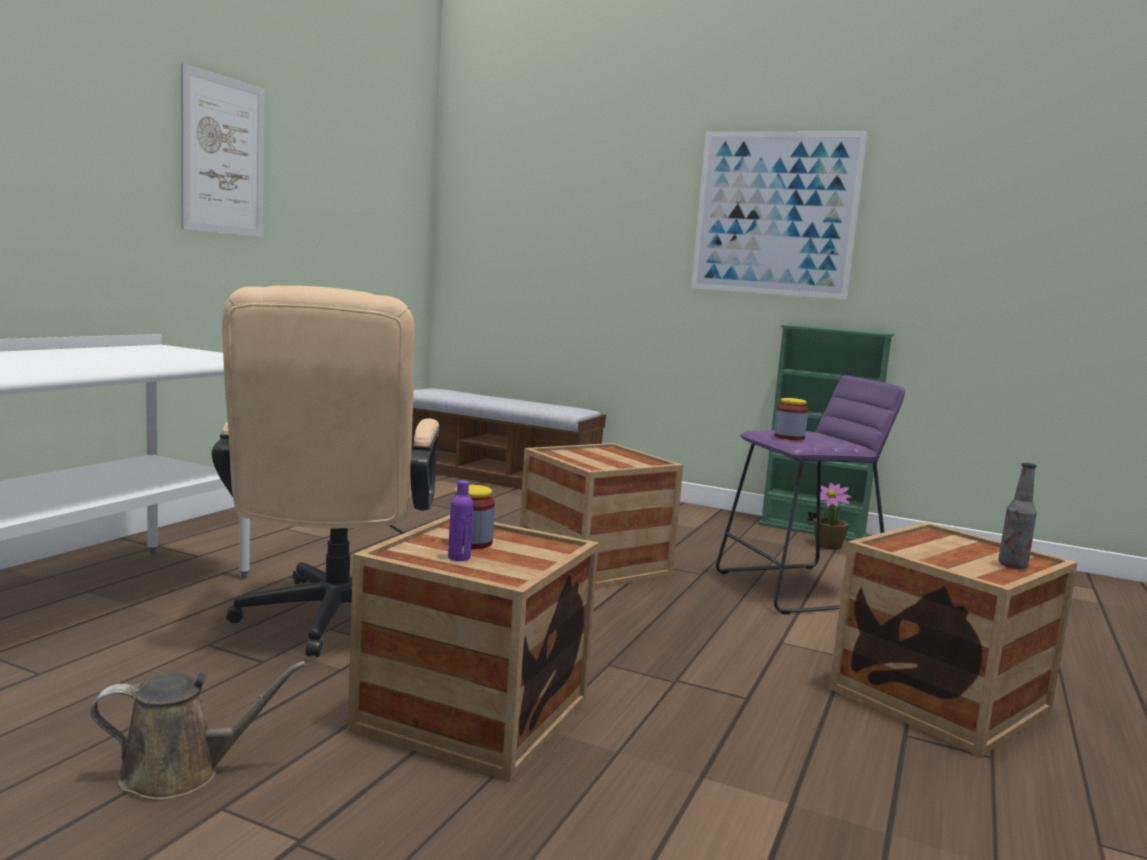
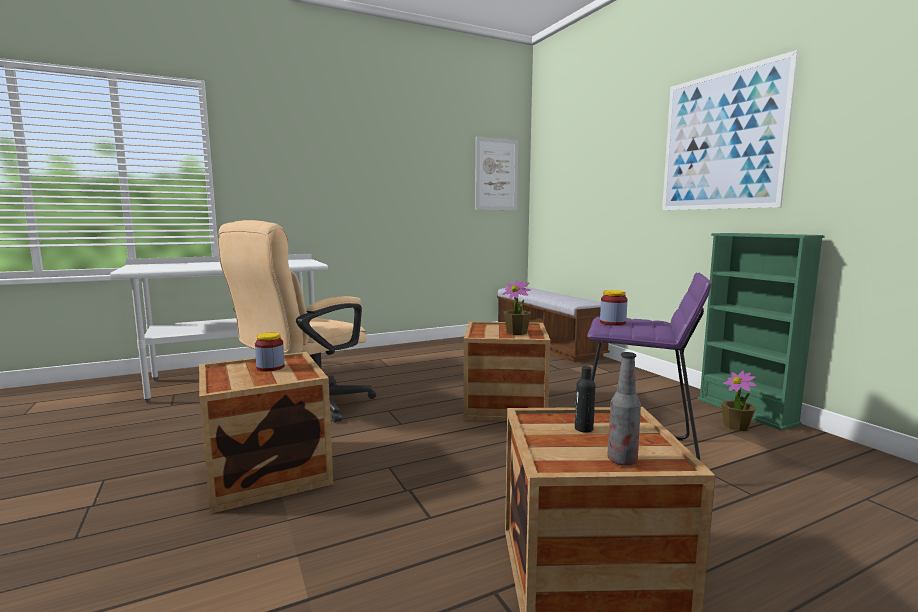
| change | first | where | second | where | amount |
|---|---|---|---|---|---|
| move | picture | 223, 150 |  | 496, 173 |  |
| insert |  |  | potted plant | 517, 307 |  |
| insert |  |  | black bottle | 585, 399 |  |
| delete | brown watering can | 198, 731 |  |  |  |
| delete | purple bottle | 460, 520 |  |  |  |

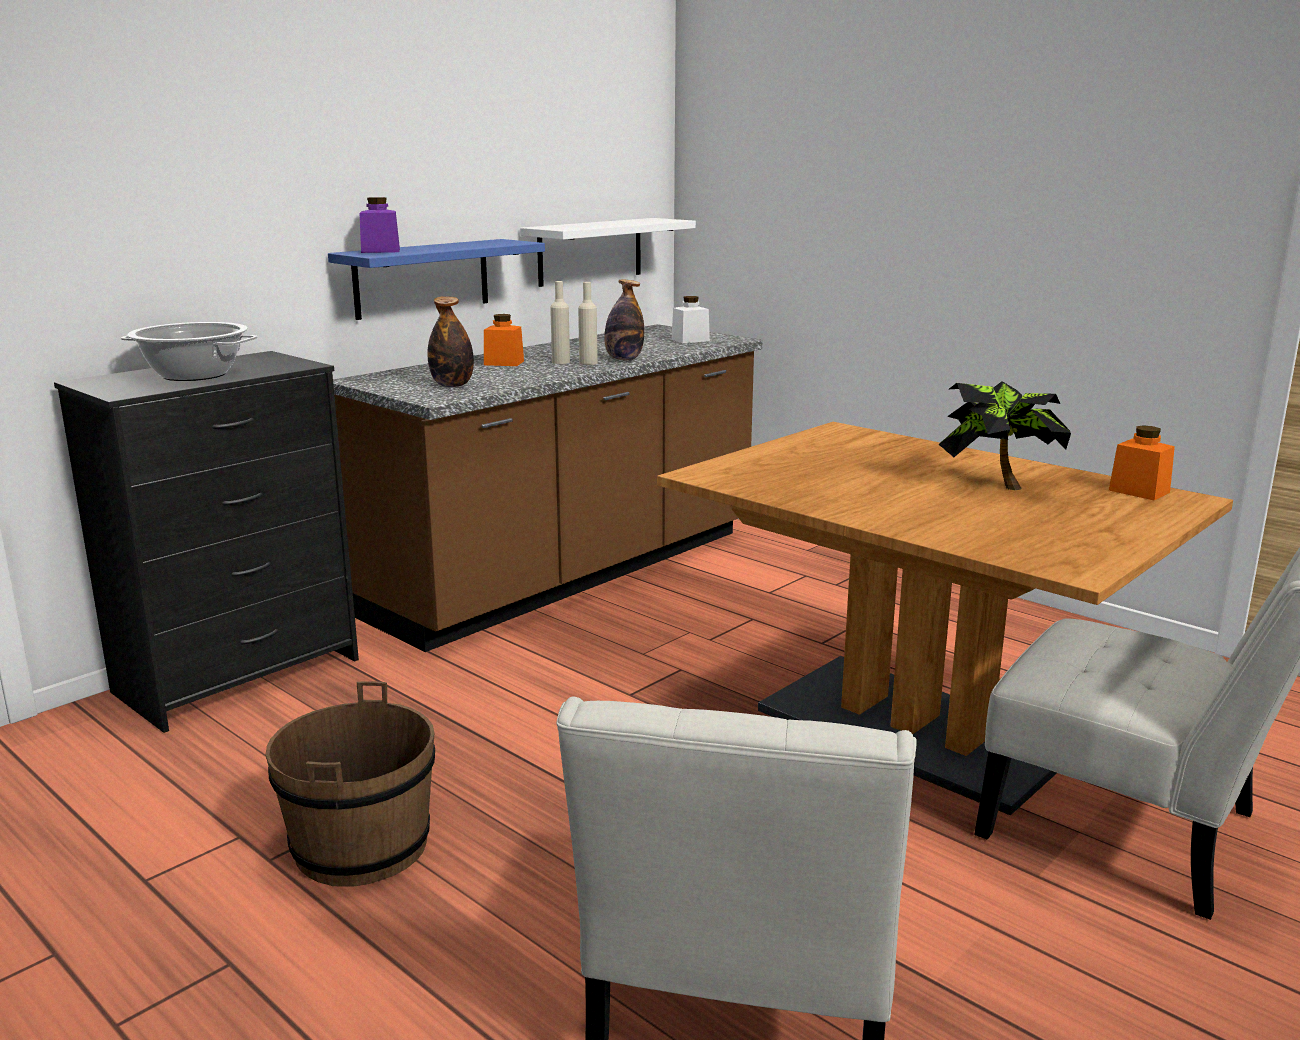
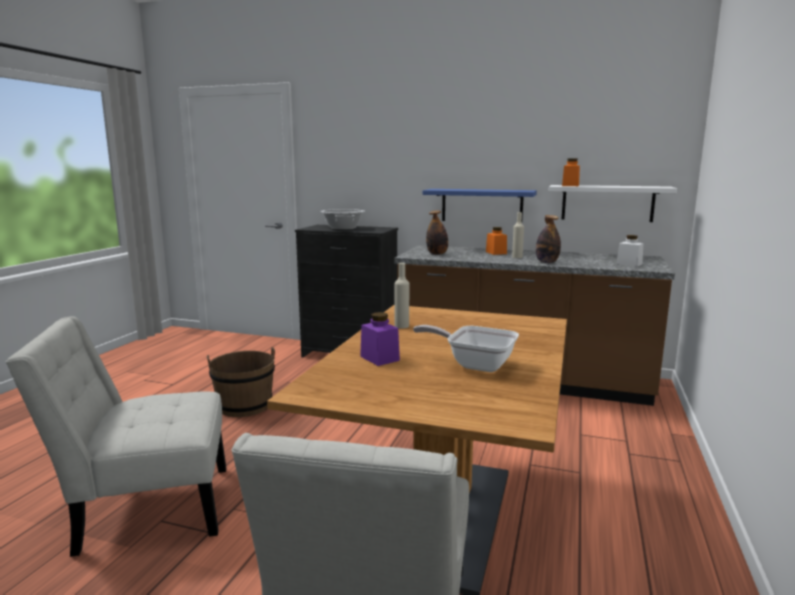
| change | first | where | second | where | amount |
|---|---|---|---|---|---|
| move | purple jar | 380, 225 |  | 380, 339 |  |
| move | beige bottle | 588, 323 |  | 401, 295 |  |
| replace | potted plant | 1005, 435 | frying pan | 466, 348 |  |
| move | orange jar | 1142, 463 |  | 571, 172 |  |

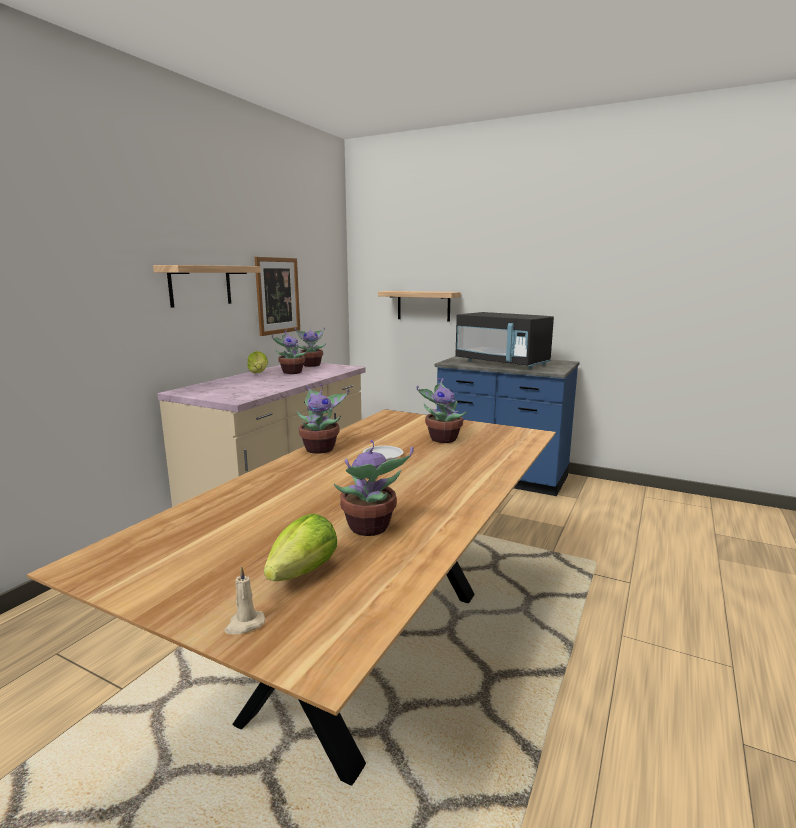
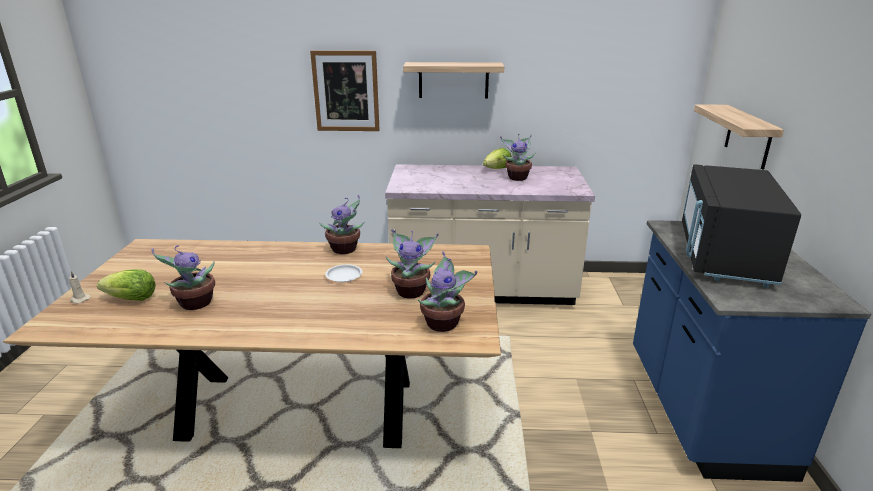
| change | first | where | second | where | amount |
|---|---|---|---|---|---|
| move | picture | 277, 296 |  | 345, 90 |  |
| move | potted plant | 310, 346 |  | 447, 291 |  |

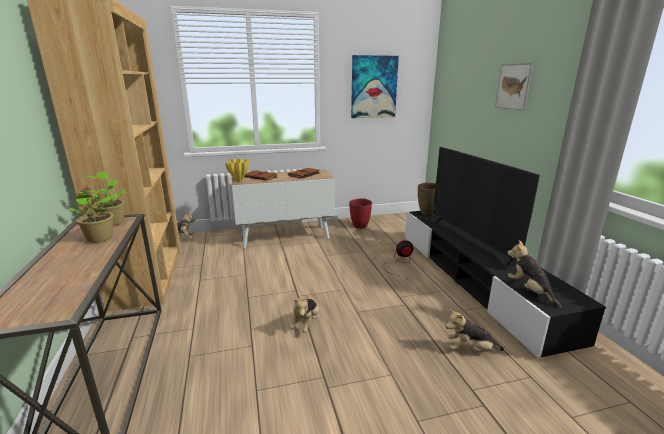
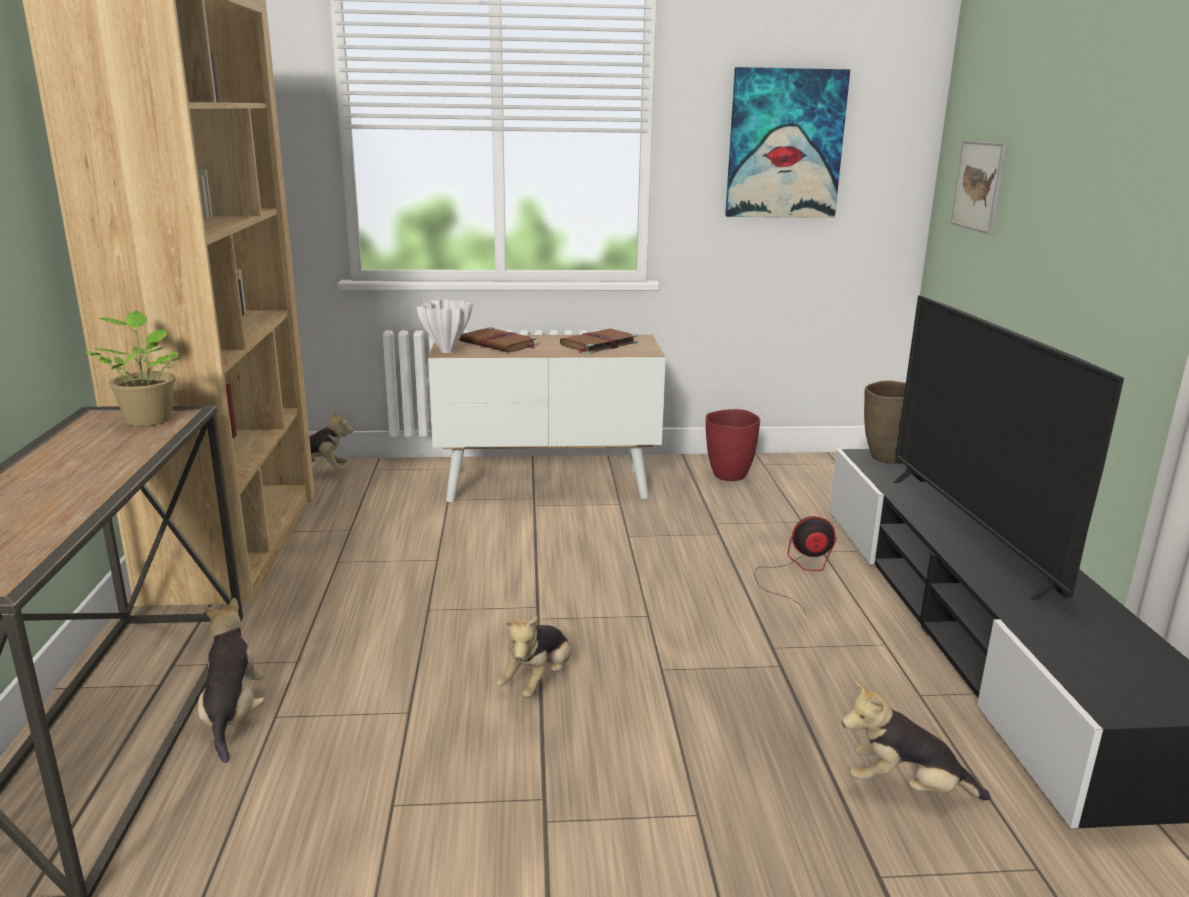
| change | first | where | second | where | amount |
|---|---|---|---|---|---|
| move | plush toy | 534, 274 |  | 231, 680 |  |
| recolor | yellow vase | 237, 171 | white vase | 445, 326 |  |
| move | picture | 514, 87 |  | 979, 187 |  |
| delete | potted plant | 93, 215 |  |  |  |

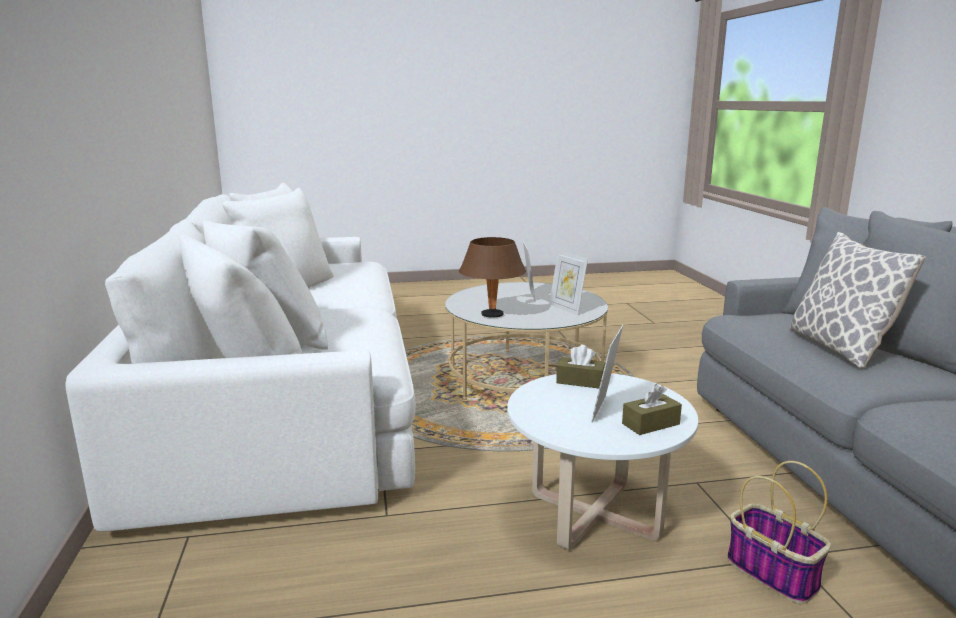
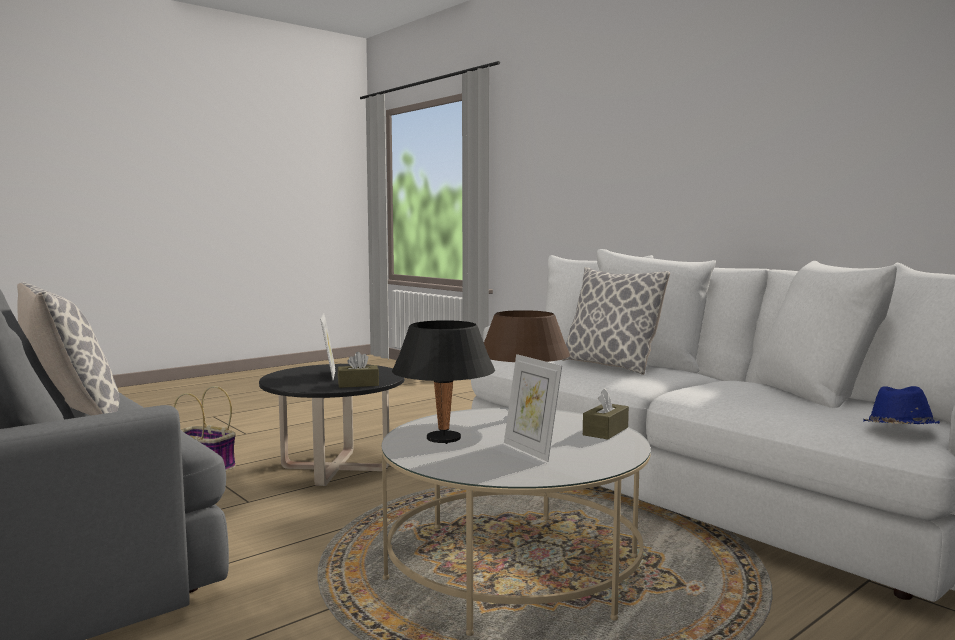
| change | first | where | second | where | amount |
|---|---|---|---|---|---|
| recolor | white coffee table | 602, 461 | black coffee table | 332, 425 |  |
| replace | picture frame | 568, 283 | black table lamp | 443, 382 |  |
| insert |  |  | pillow | 616, 321 |  |
| move | brown tissue box | 652, 409 |  | 606, 414 |  |
| insert |  |  | blue hat | 902, 405 |  |

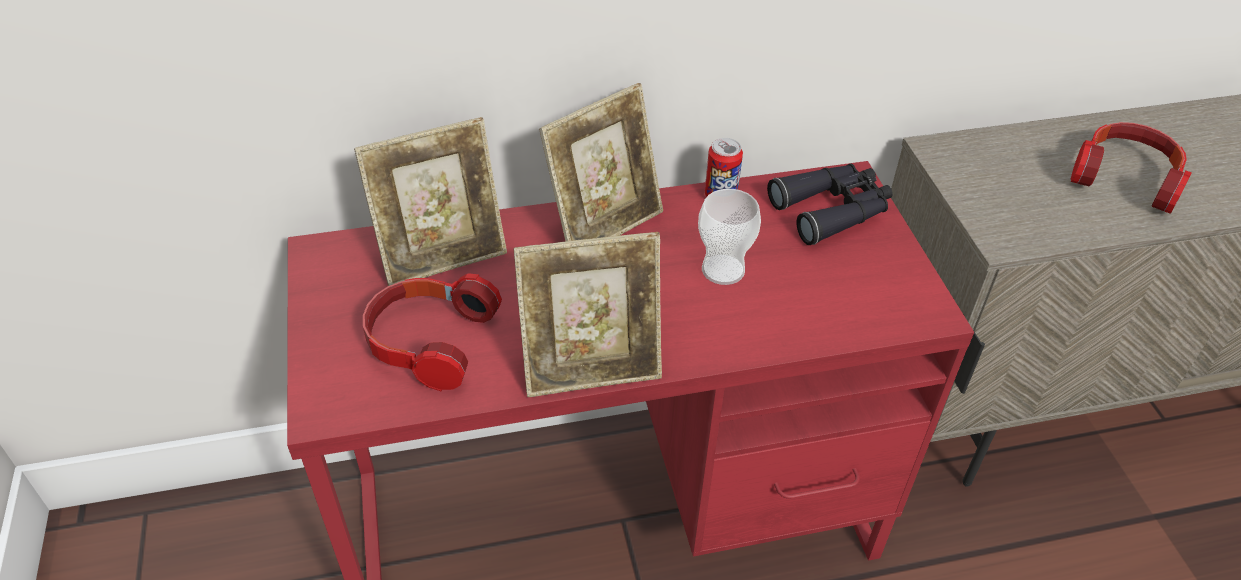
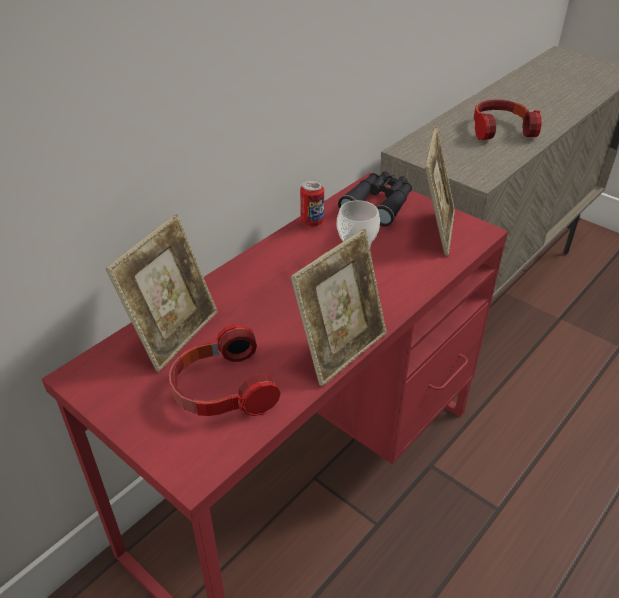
| change | first | where | second | where | amount |
|---|---|---|---|---|---|
| move | picture frame | 601, 162 |  | 440, 191 |  |

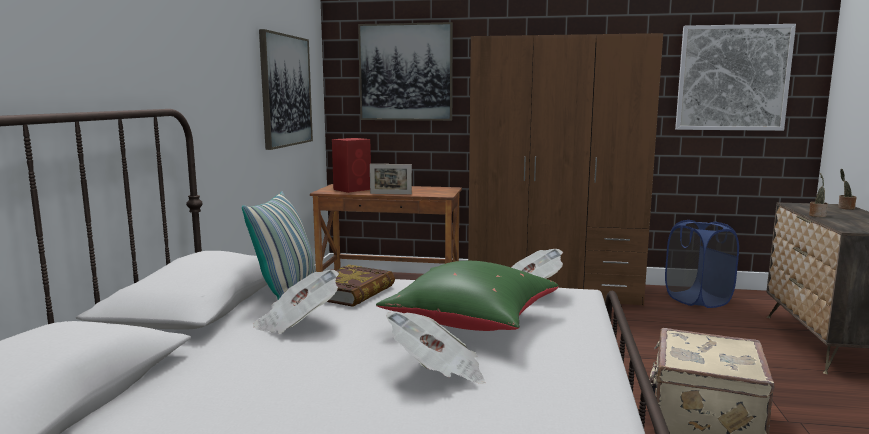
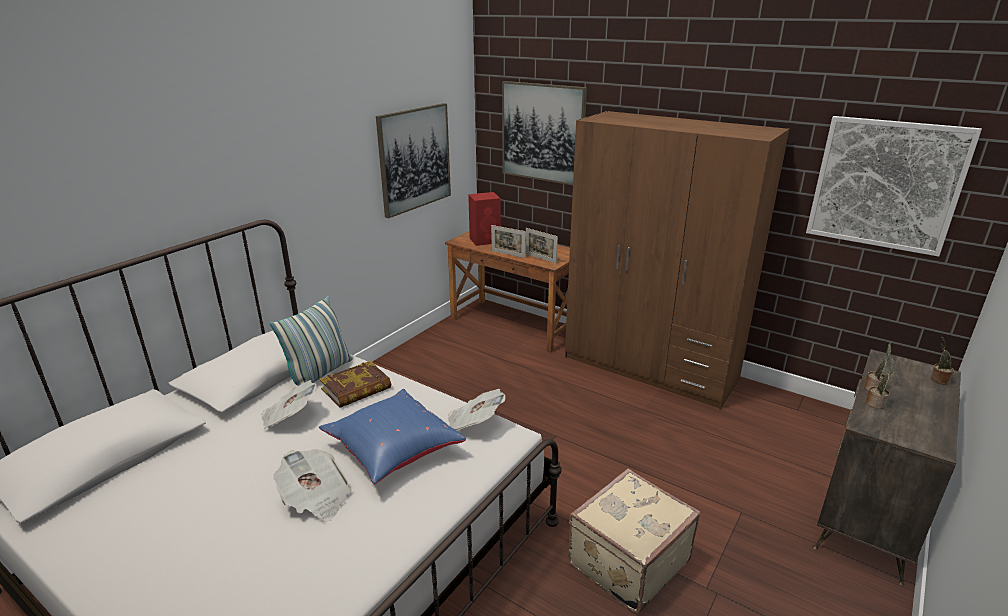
| change | first | where | second | where | amount |
|---|---|---|---|---|---|
| recolor | green pillow | 467, 296 | blue pillow | 392, 436 |  |
| insert |  |  | picture frame | 541, 246 |  |
| insert |  |  | potted plant | 880, 383 |  |
| delete | blue laundry basket | 702, 264 |  |  |  |

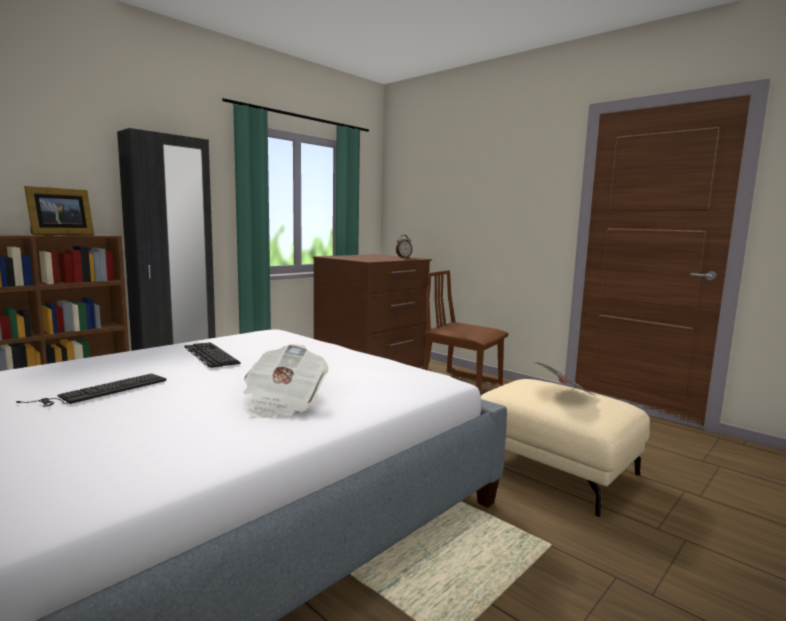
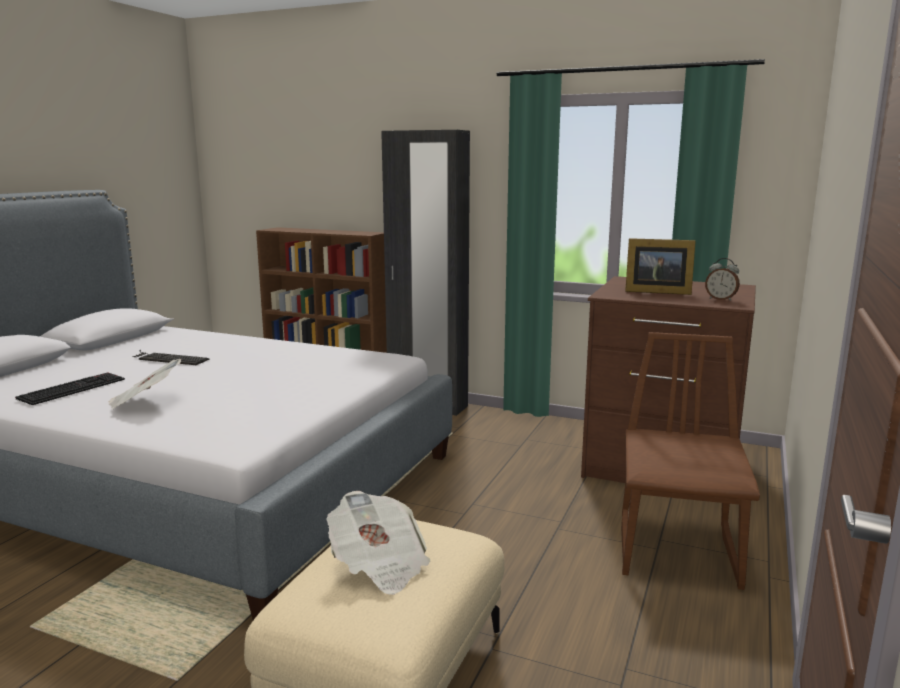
| change | first | where | second | where | amount |
|---|---|---|---|---|---|
| move | keyboard | 212, 355 |  | 70, 388 |  |
| move | picture frame | 59, 210 |  | 660, 266 |  |

